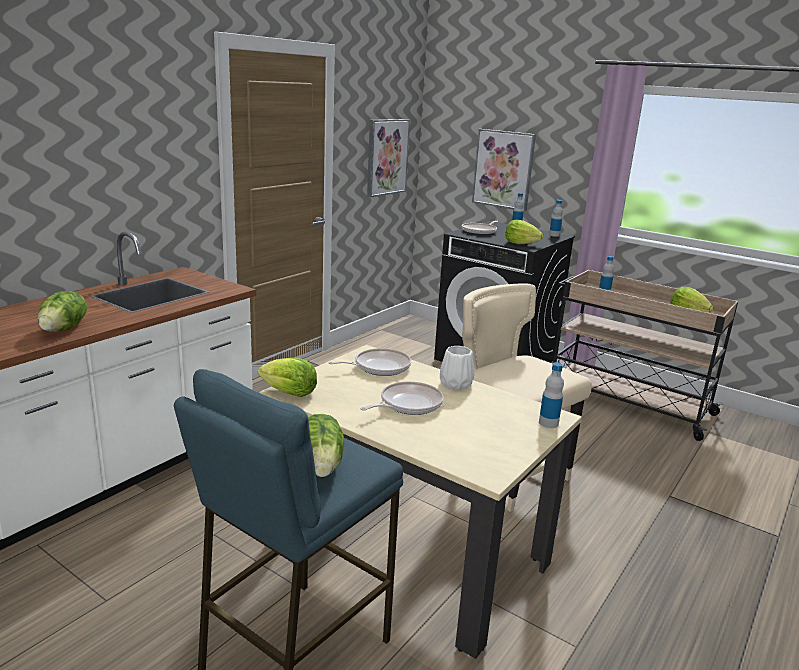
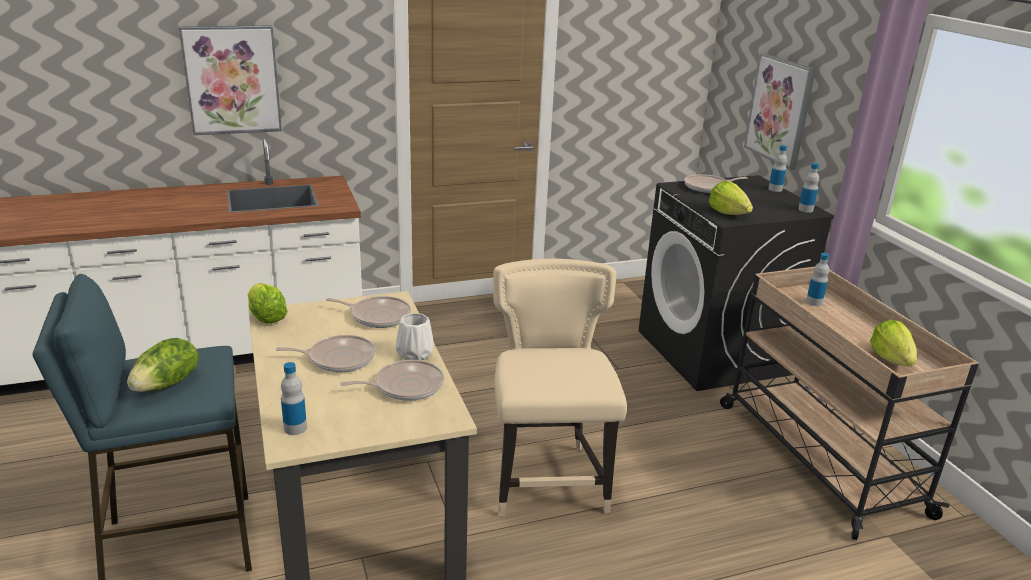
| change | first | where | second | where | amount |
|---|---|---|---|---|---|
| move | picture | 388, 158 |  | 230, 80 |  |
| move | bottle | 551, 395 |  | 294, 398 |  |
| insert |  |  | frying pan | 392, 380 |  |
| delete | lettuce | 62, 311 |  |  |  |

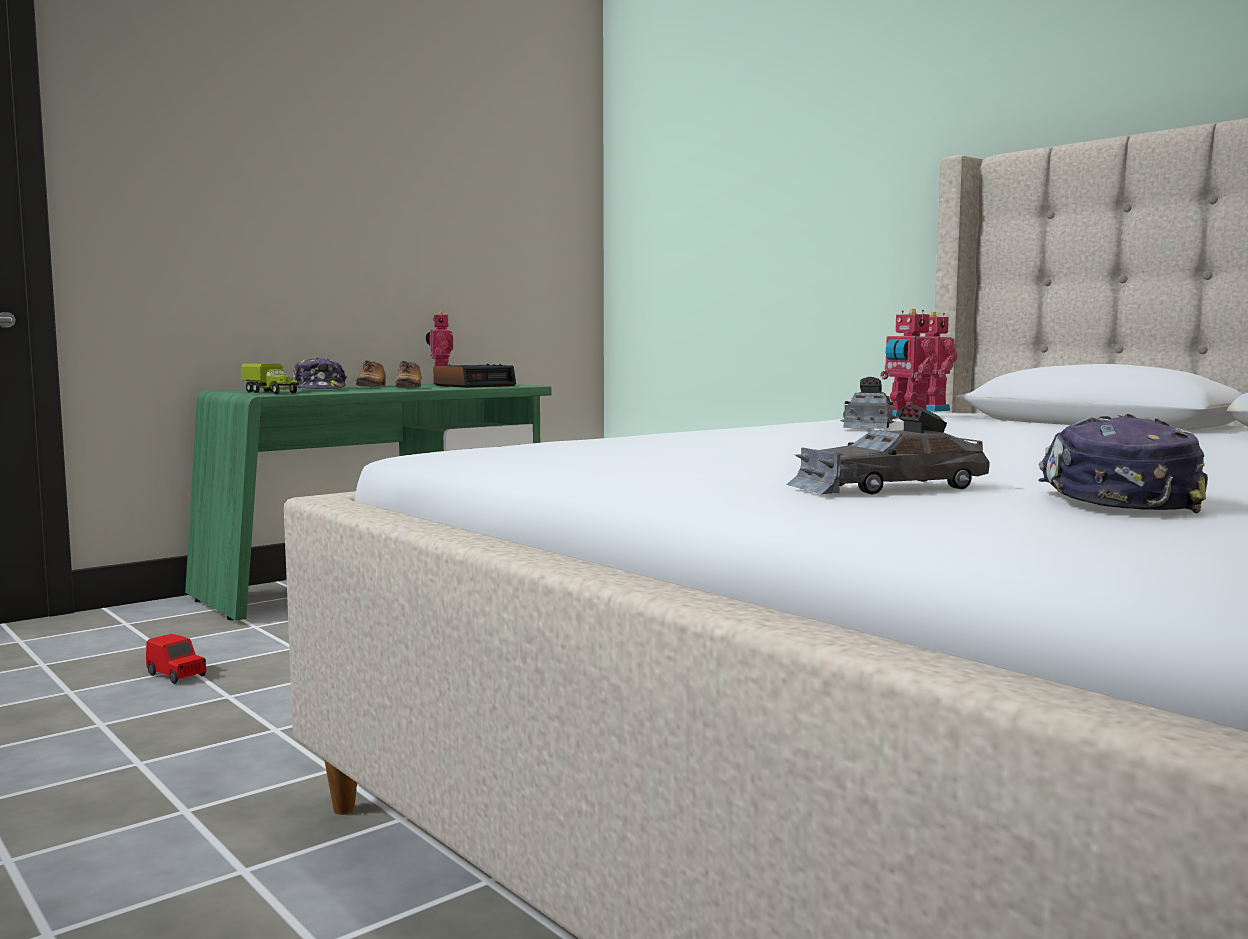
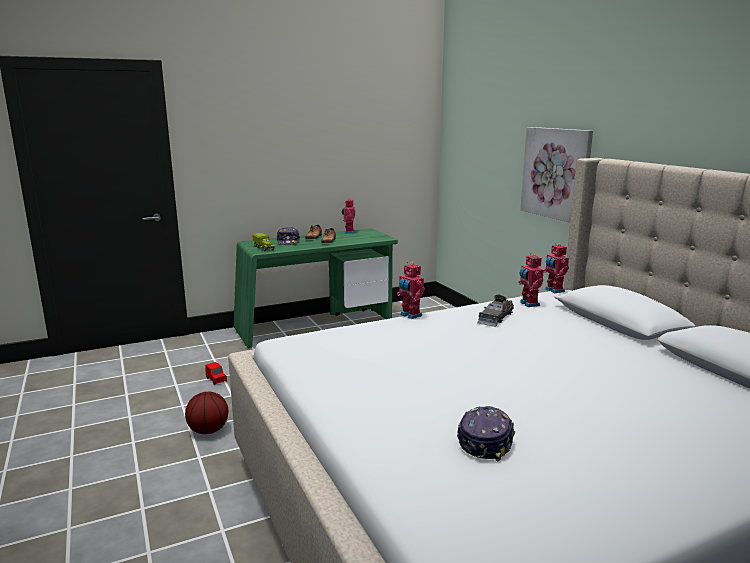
| change | first | where | second | where | amount |
|---|---|---|---|---|---|
| insert |  |  | basketball | 206, 413 |  |
| insert |  |  | toy robot | 411, 290 |  |
| insert |  |  | picture | 556, 175 |  |
| delete | alarm clock | 474, 376 |  |  |  |
| delete | grey toy car | 888, 449 |  |  |  |

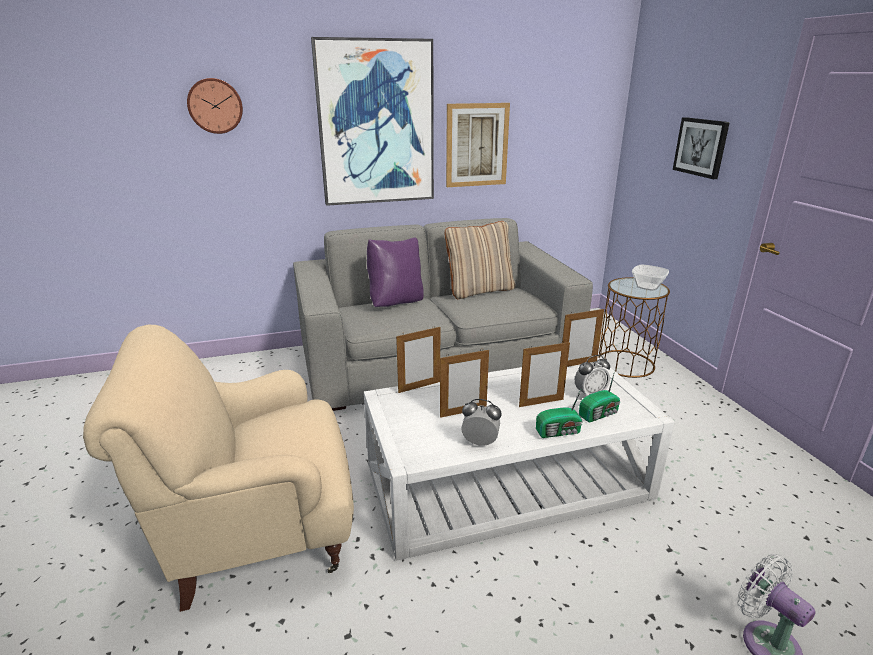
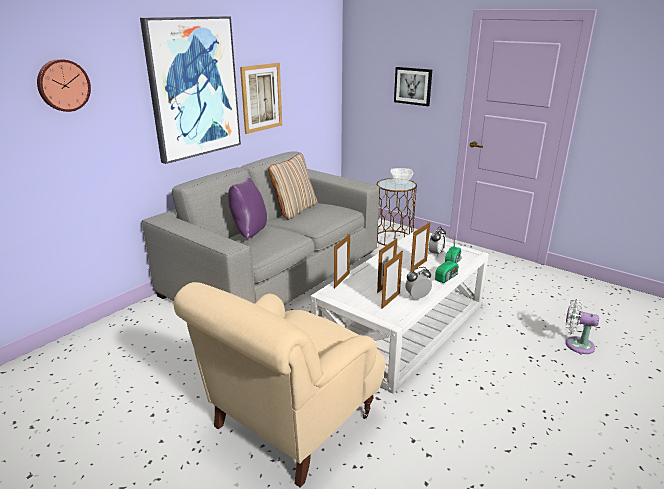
| change | first | where | second | where | amount |
|---|---|---|---|---|---|
| move | picture frame | 583, 337 |  | 392, 280 |  |

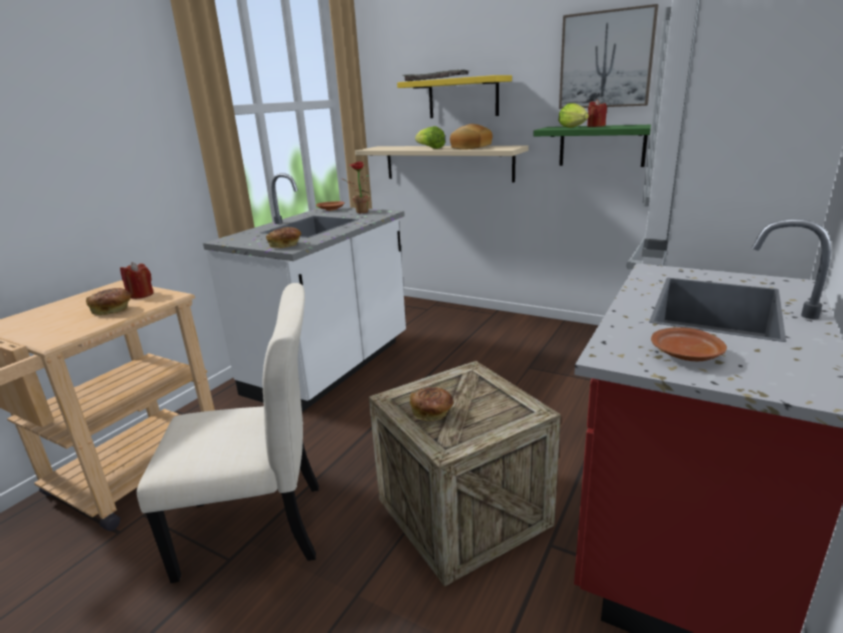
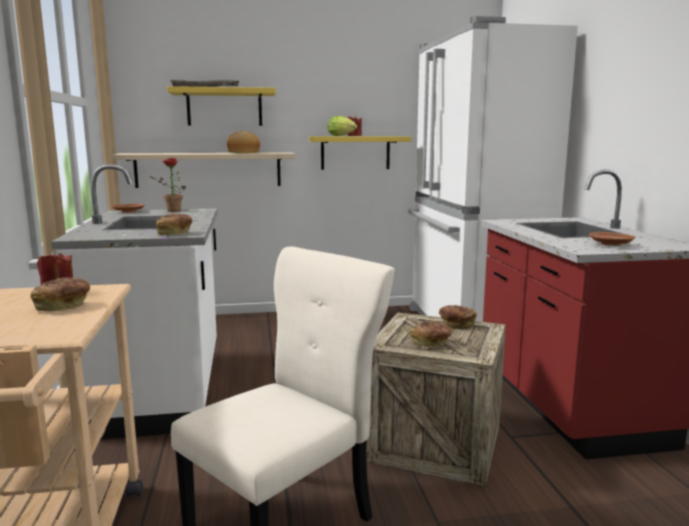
| change | first | where | second | where | amount |
|---|---|---|---|---|---|
| recolor | green shelf | 594, 146 | yellow shelf | 360, 153 |  |
| insert |  |  | bread | 458, 317 |  |
| delete | lettuce | 430, 137 |  |  |  |
| delete | picture | 608, 56 |  |  |  |

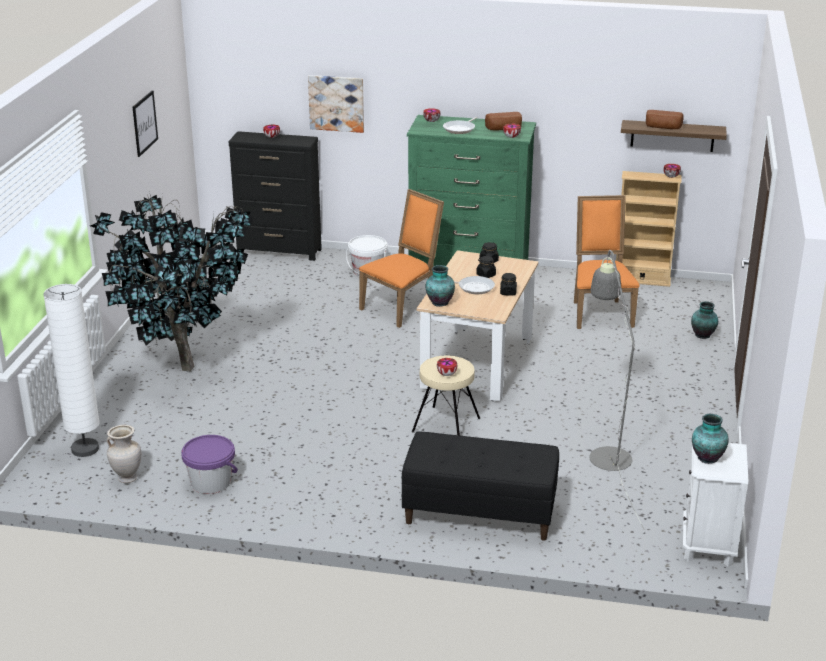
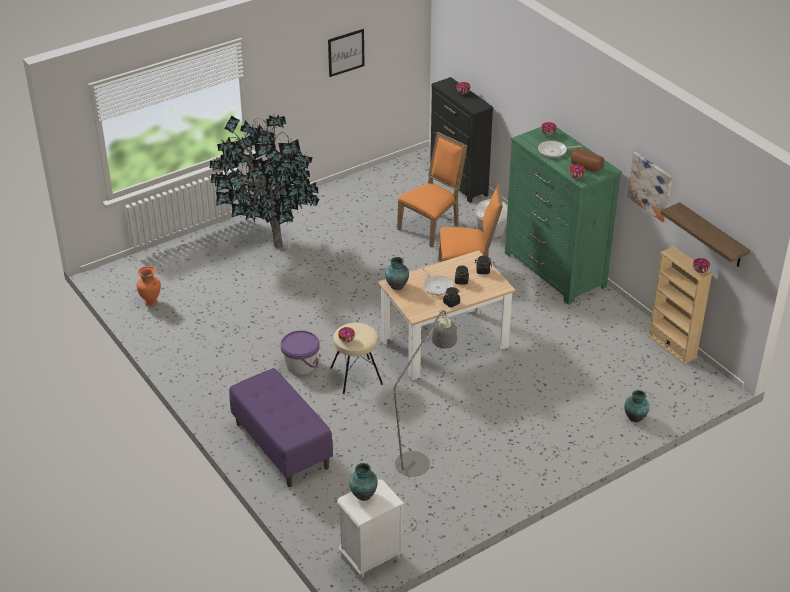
| change | first | where | second | where | amount |
|---|---|---|---|---|---|
| recolor | beige vase | 124, 454 | orange vase | 149, 286 |  |
| recolor | black bench | 480, 486 | purple bench | 281, 427 |  |
| move | purple bucket | 209, 464 |  | 300, 352 |  |
| move | orange chair | 607, 262 |  | 432, 190 |  |
| move | picture | 336, 104 |  | 649, 187 |  |
| delete | white floor lamp | 71, 370 |  |  |  |
| delete | bread | 665, 119 |  |  |  |

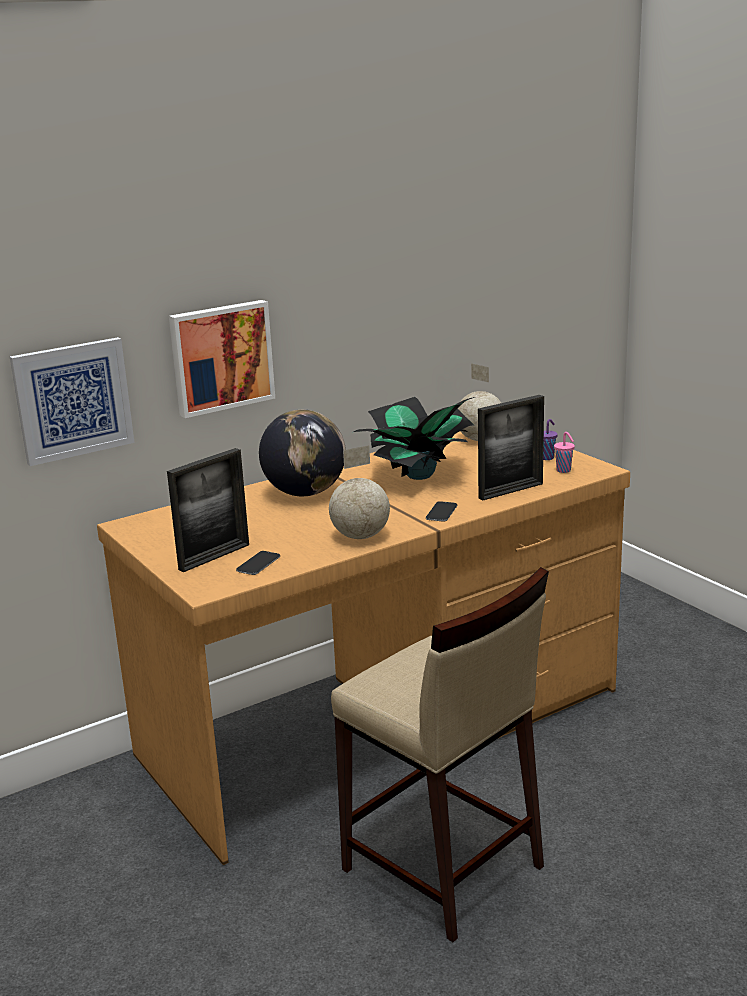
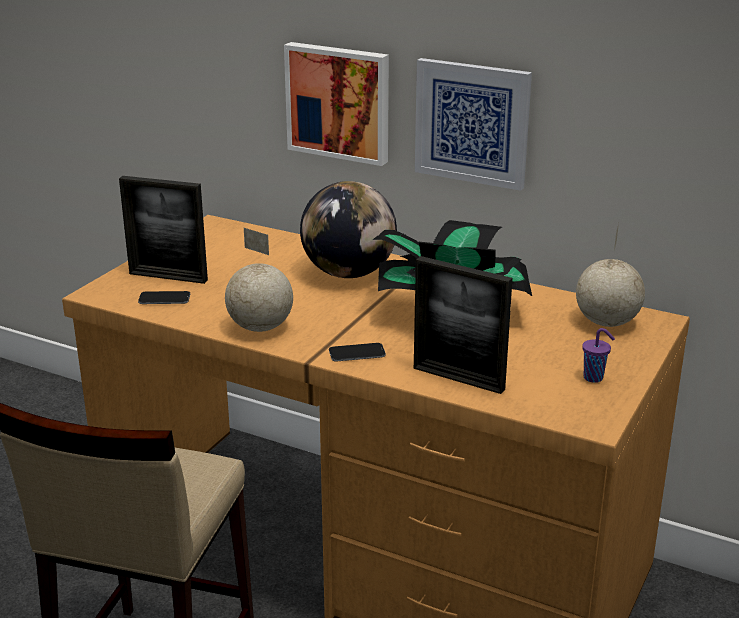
| change | first | where | second | where | amount |
|---|---|---|---|---|---|
| move | picture | 72, 401 |  | 473, 124 |  |
| delete | pink cup | 564, 452 |  |  |  |

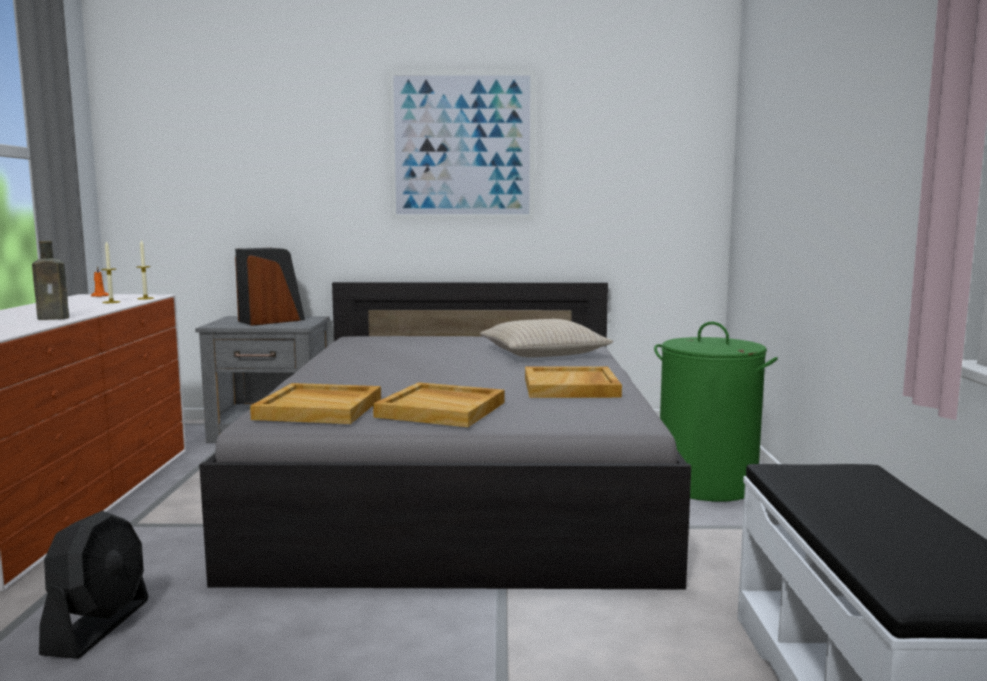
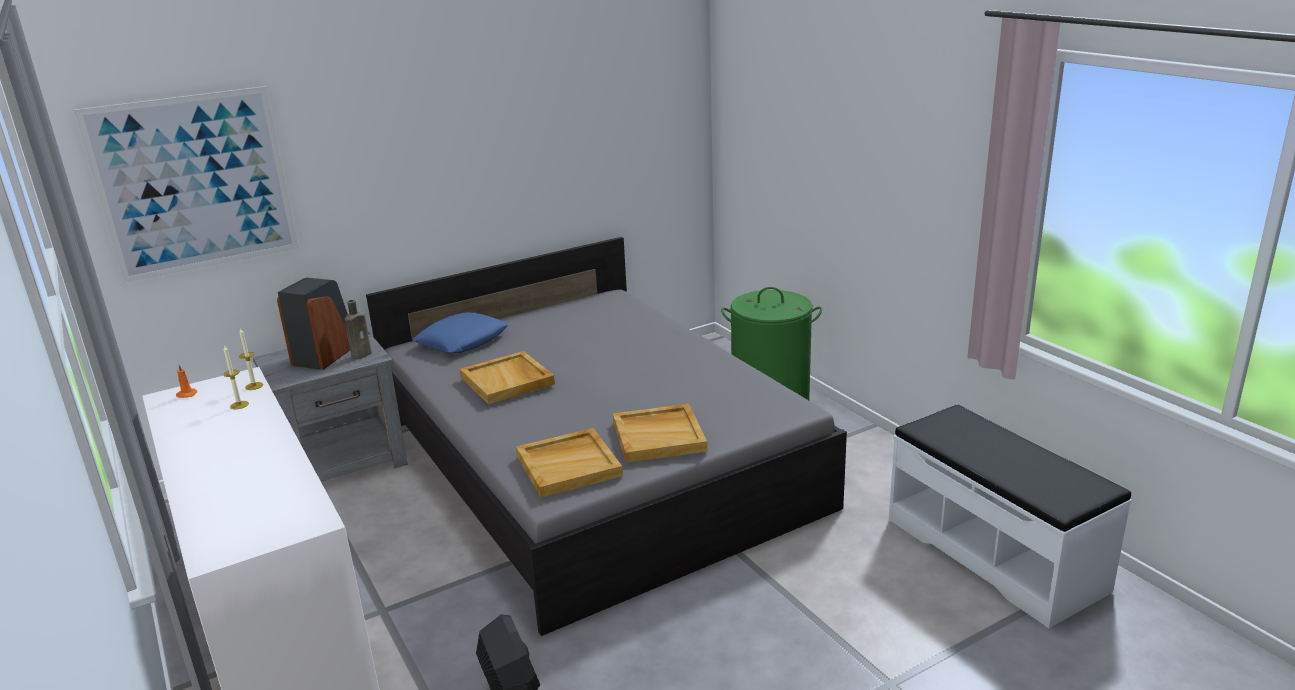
| change | first | where | second | where | amount |
|---|---|---|---|---|---|
| move | picture | 461, 144 |  | 186, 184 |  |
| move | brown bottle | 50, 280 |  | 358, 329 |  |
| insert |  |  | blue pillow | 461, 332 |  |
| move | beige tray | 573, 382 |  | 507, 377 |  |
| delete | beige pillow | 546, 338 |  |  |  |

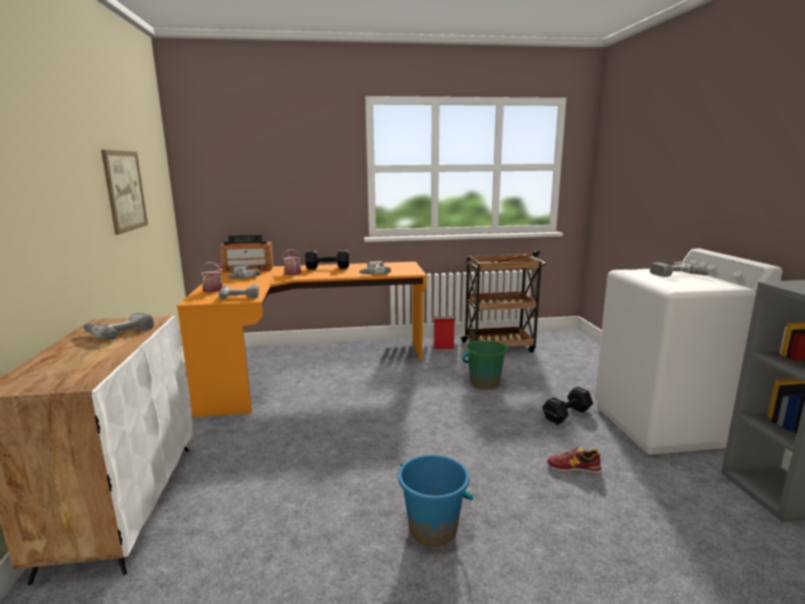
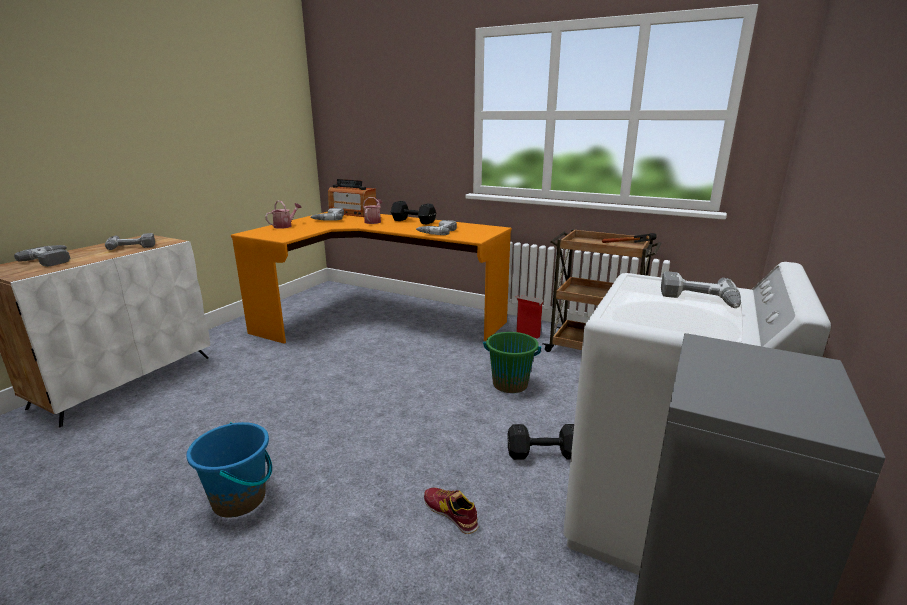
| change | first | where | second | where | amount |
|---|---|---|---|---|---|
| move | power drill | 239, 292 |  | 42, 256 |  |
| delete | picture | 124, 192 |  |  |  |

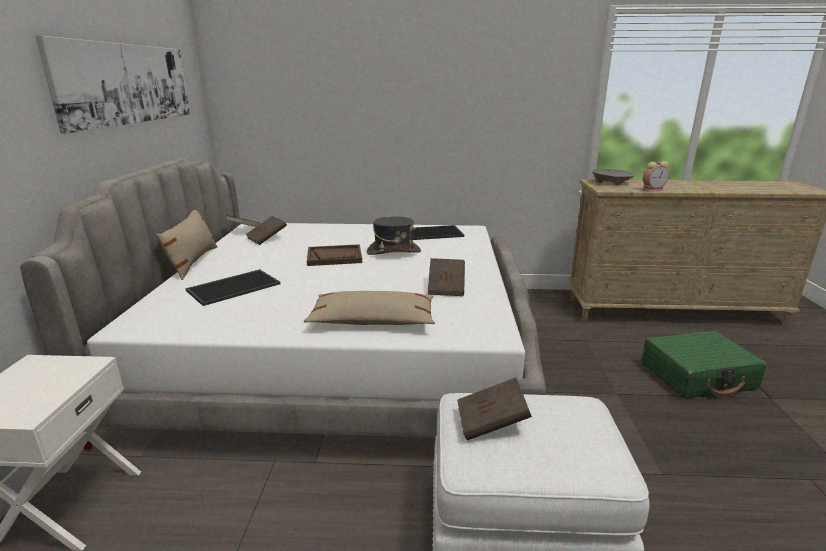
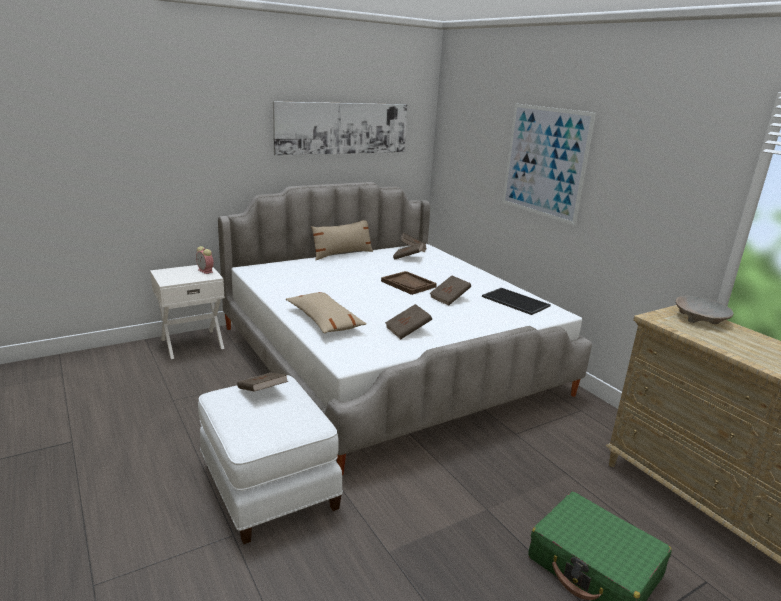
| change | first | where | second | where | amount |
|---|---|---|---|---|---|
| move | alarm clock | 656, 176 |  | 205, 260 |  |
| replace | grey hat | 394, 235 | brown book | 450, 290 |  |
| insert |  |  | picture | 549, 165 |  |
| delete | tray | 232, 287 |  |  |  |

